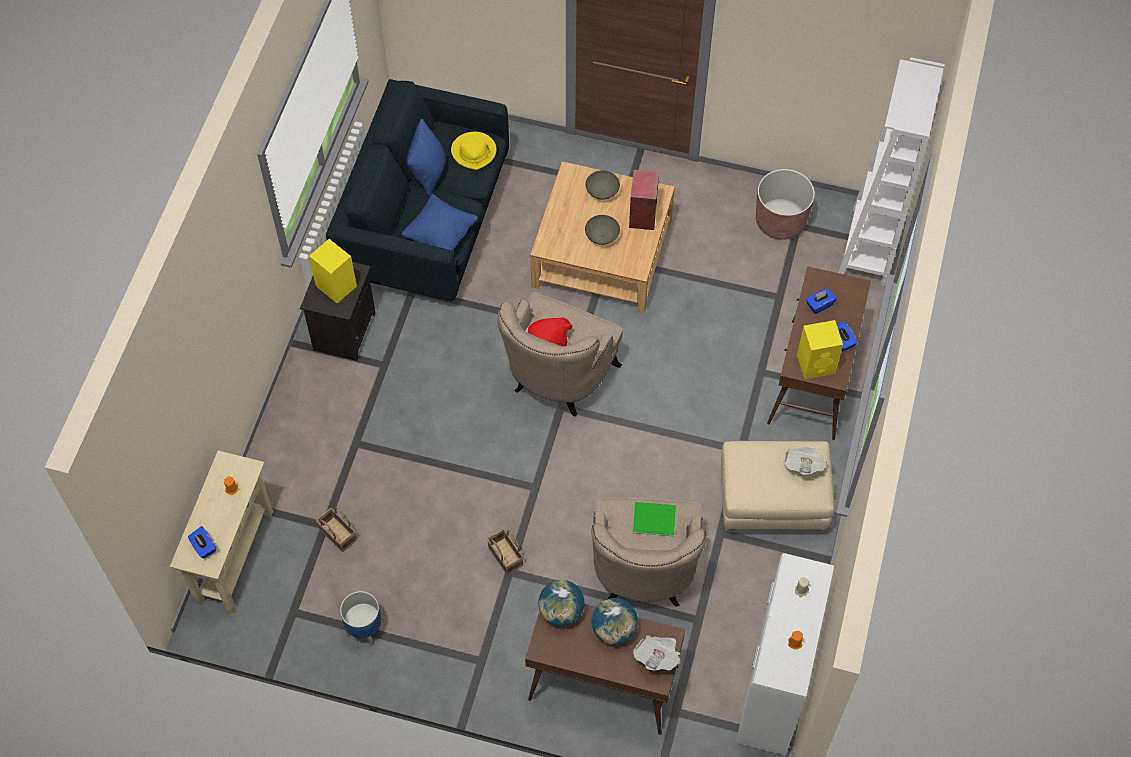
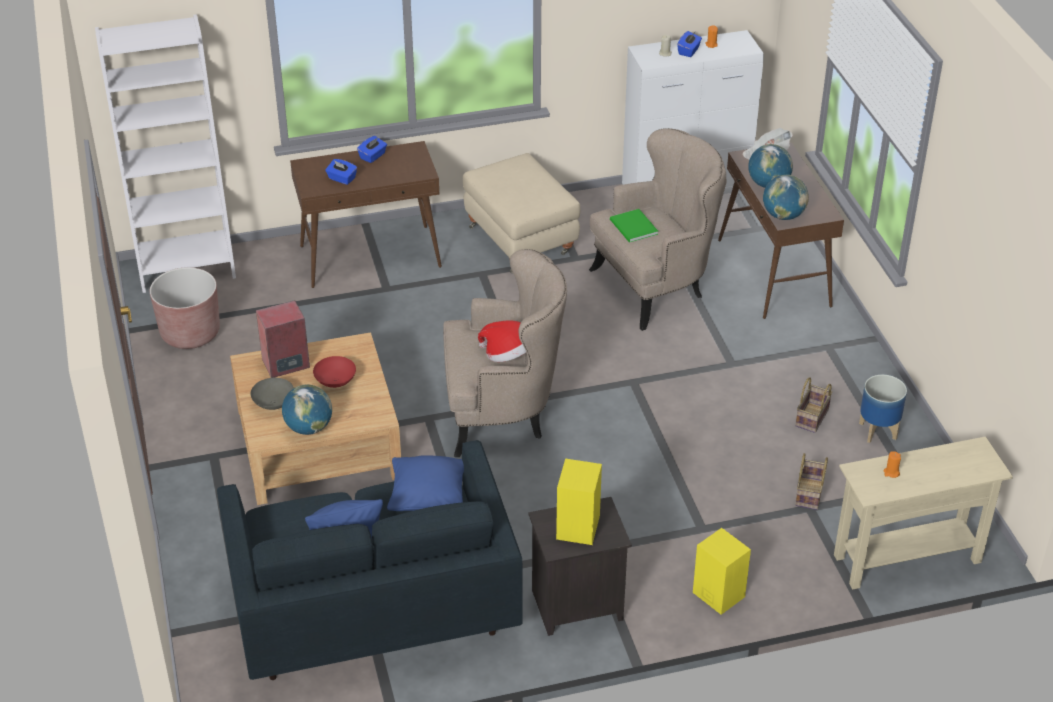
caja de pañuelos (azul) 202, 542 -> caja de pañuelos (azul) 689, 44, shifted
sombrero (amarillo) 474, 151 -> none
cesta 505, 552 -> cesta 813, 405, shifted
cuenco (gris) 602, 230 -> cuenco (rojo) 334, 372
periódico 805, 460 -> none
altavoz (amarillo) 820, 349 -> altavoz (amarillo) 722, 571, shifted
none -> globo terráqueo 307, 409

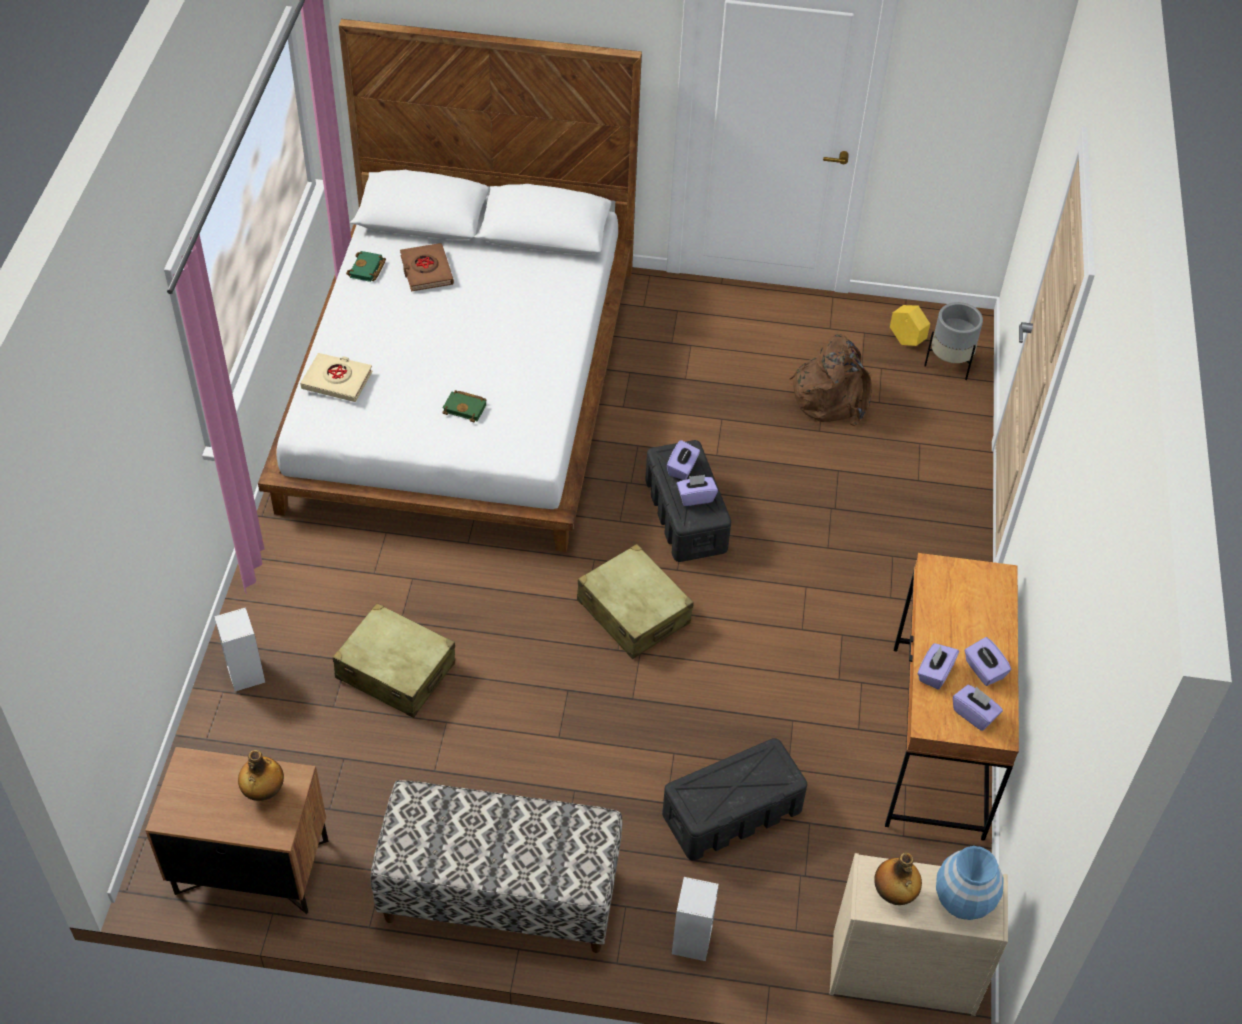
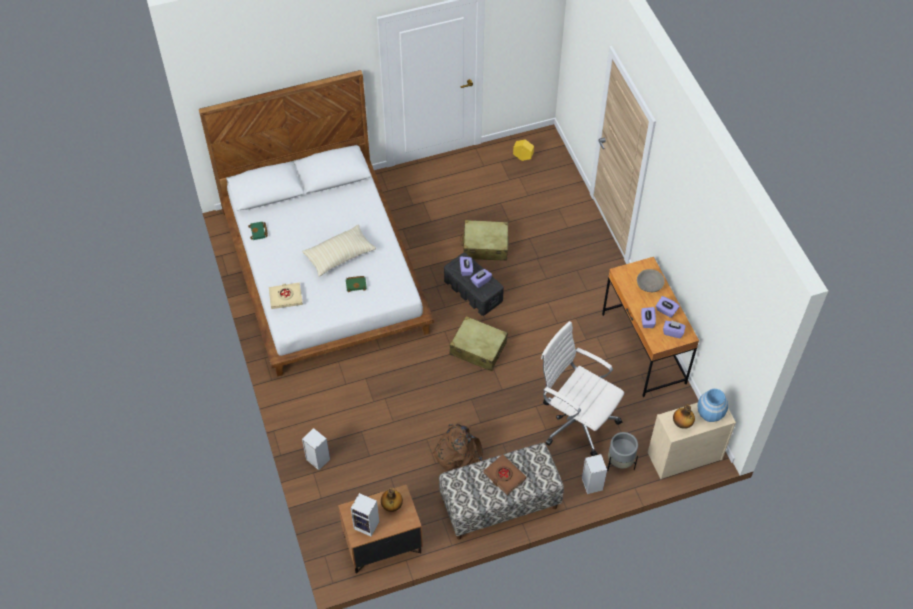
maleta (beis) 394, 660 -> maleta (beis) 484, 240, shifted
libro (marrón) 427, 267 -> libro (marrón) 505, 474, shifted
caja de almacenaje (negro) 734, 799 -> silla de oficina (blanco) 582, 388
mochila (marrón) 831, 380 -> mochila (marrón) 457, 447, shifted
maceta (gris) 953, 341 -> maceta (gris) 622, 451, shifted
none -> cojín (beis) 339, 251
none -> altavoz 365, 515
none -> cuenco (gris) 651, 280

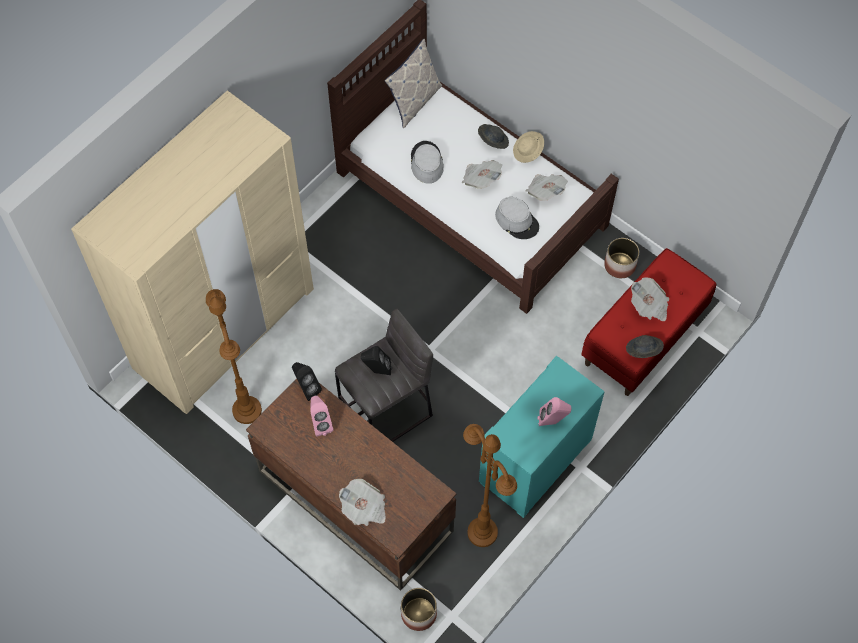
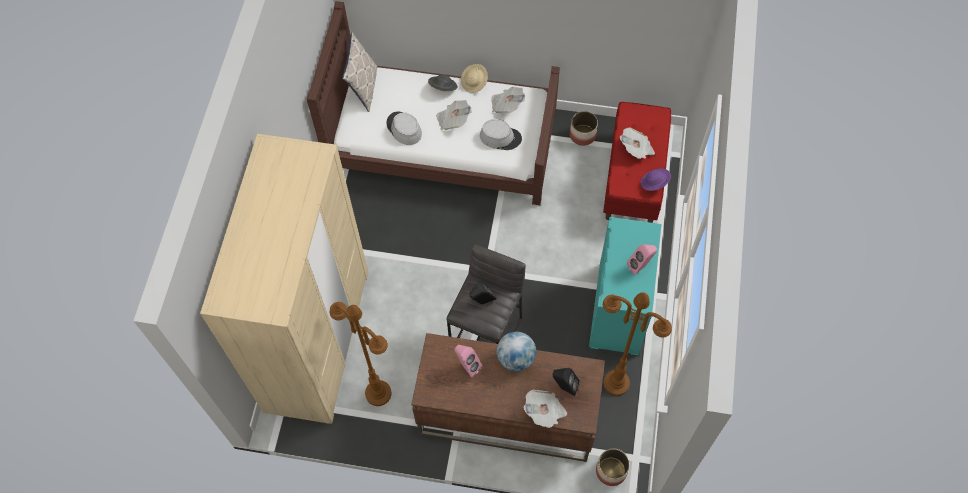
altavoz (negro) 307, 381 -> altavoz (negro) 566, 382, shifted
sombrero (gris) 645, 346 -> sombrero (morado) 656, 179
none -> globo terráqueo 516, 351

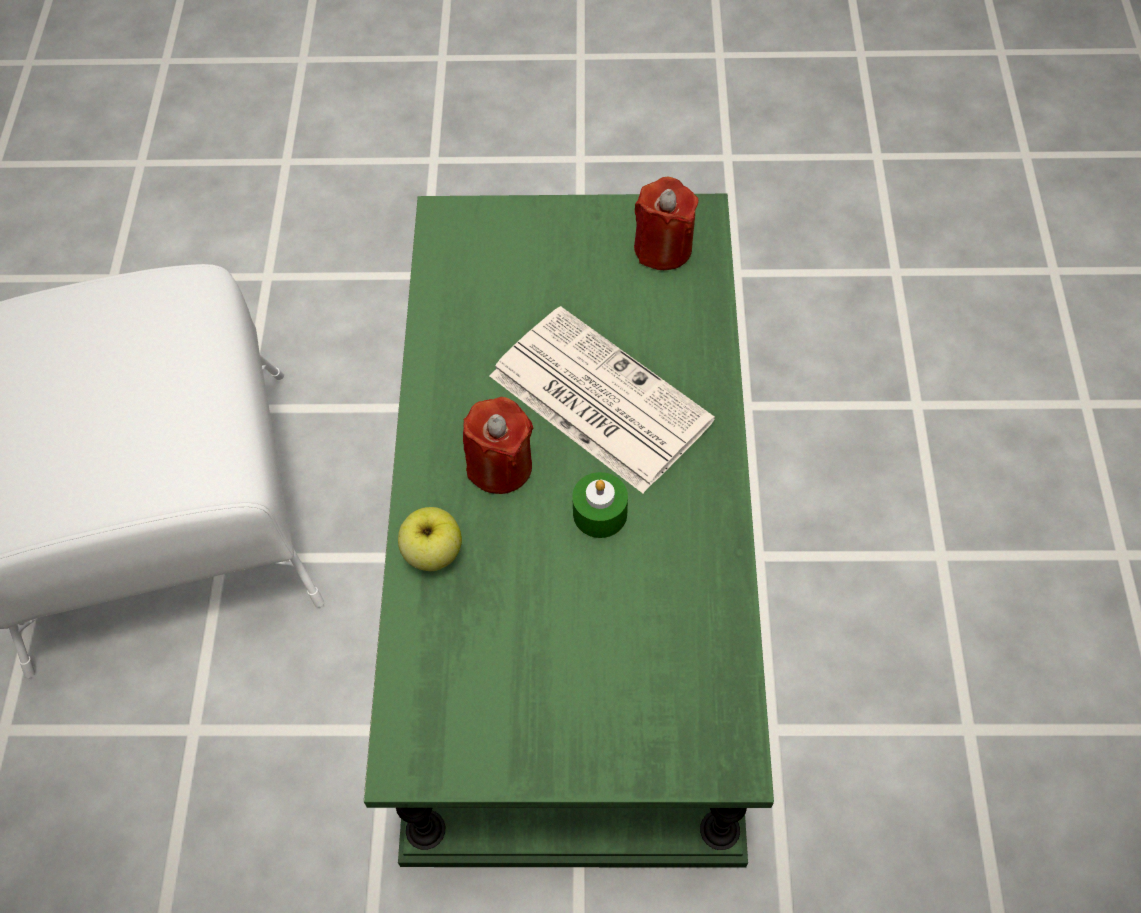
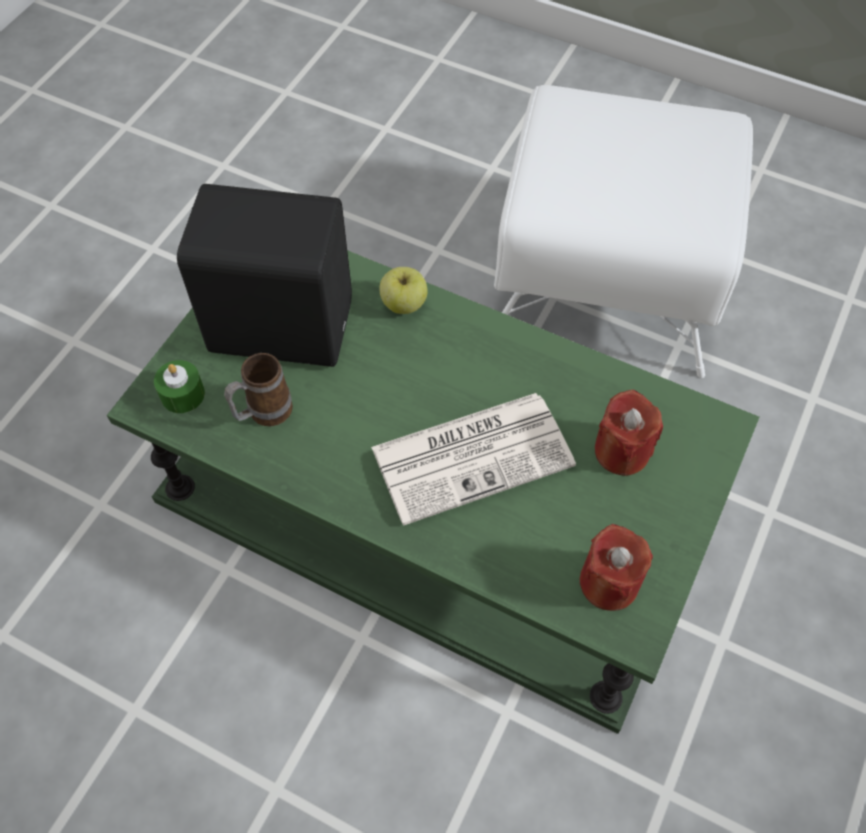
vela (rojo) 498, 445 -> vela (rojo) 629, 432, shifted
vela (verde) 600, 505 -> vela (verde) 179, 386, shifted
none -> altavoz (negro) 264, 275
none -> taza grande 258, 389

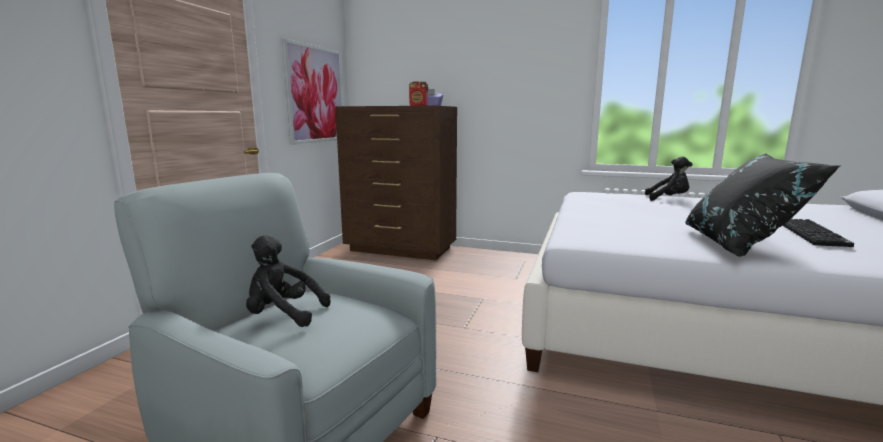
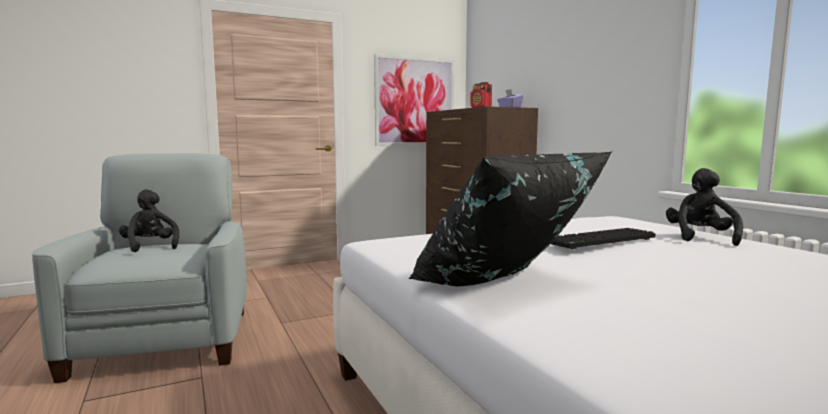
peluche (negro) 669, 179 -> peluche (negro) 704, 207, 135 degrees counterclockwise
teclado 818, 233 -> teclado 603, 238, shifted

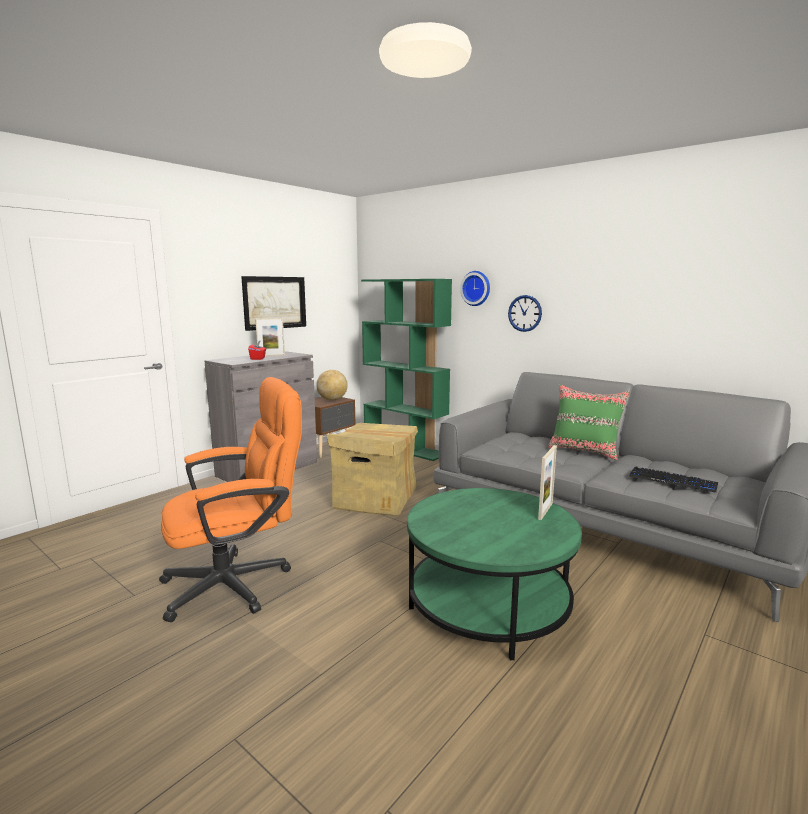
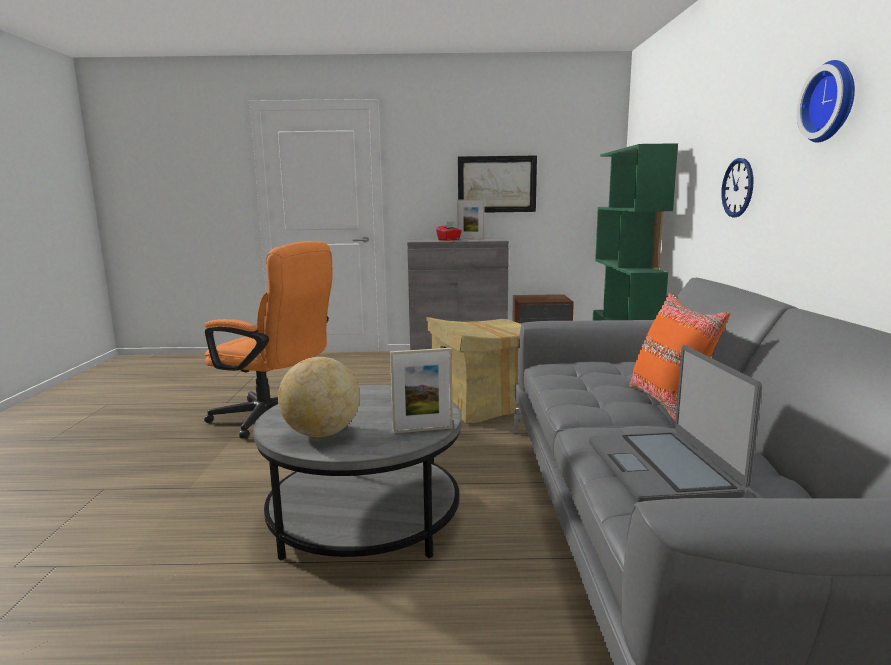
globo terráqueo 332, 385 -> globo terráqueo 319, 397, shifted
mesa de centro (verde) 494, 574 -> mesa de centro (gris) 357, 472
reloj de pared 475, 288 -> reloj de pared 826, 101, shifted
cojín (verde) 589, 422 -> cojín (naranja) 679, 357
teclado 673, 479 -> portátil 675, 423

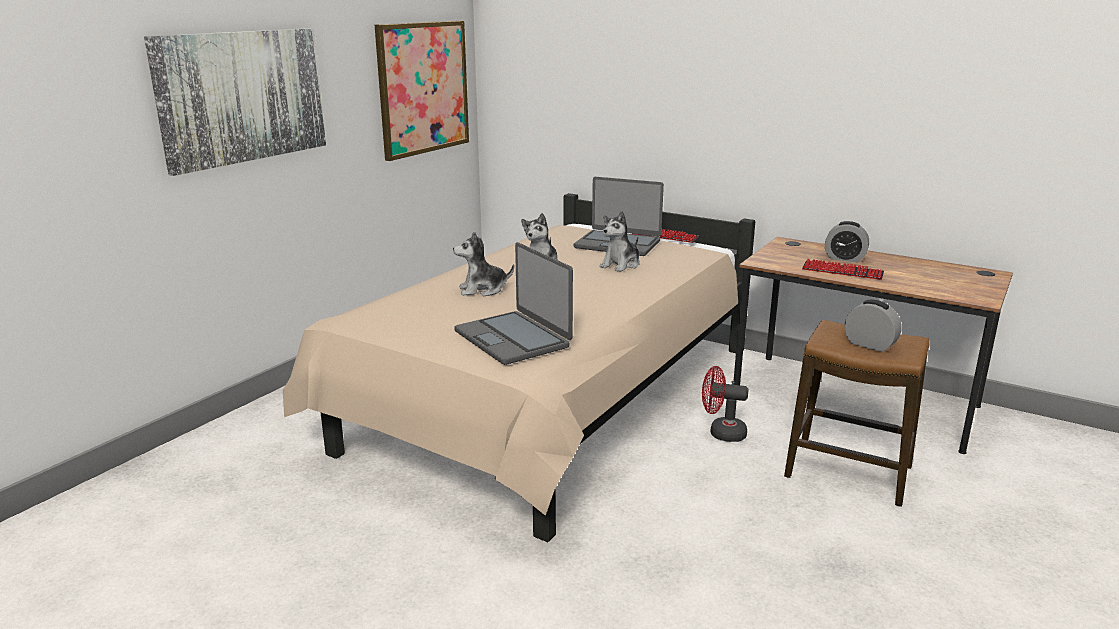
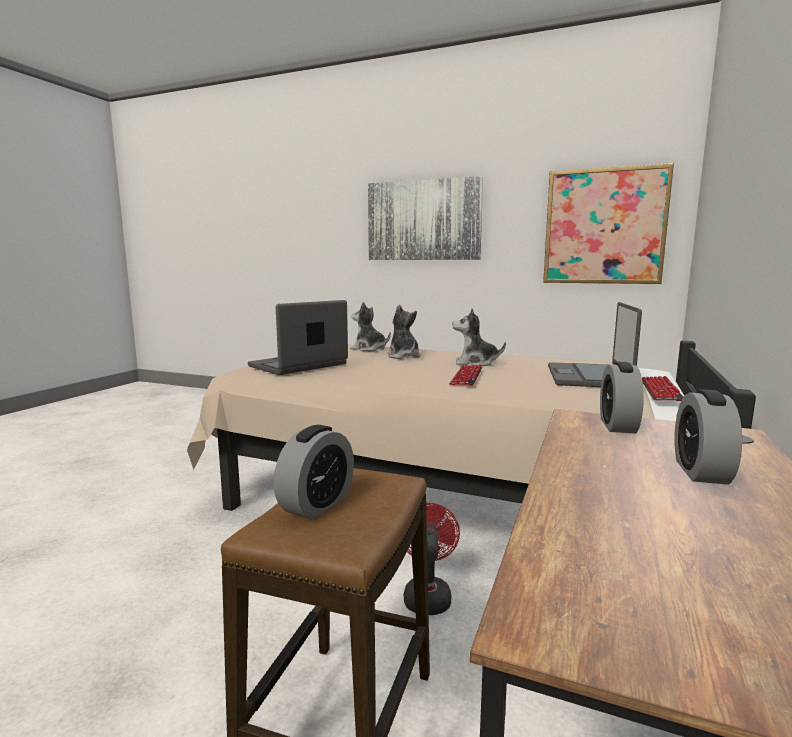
peluche 619, 241 -> peluche 370, 326, shifted
teclado 843, 269 -> teclado 465, 374, shifted
none -> despertador 622, 398

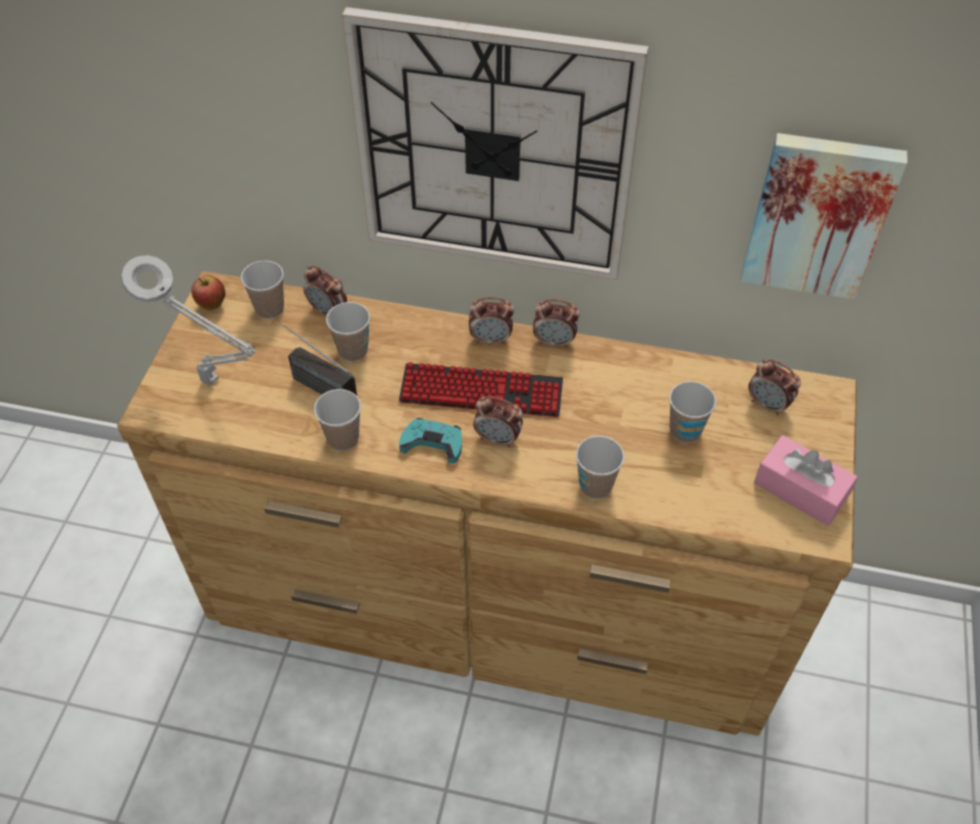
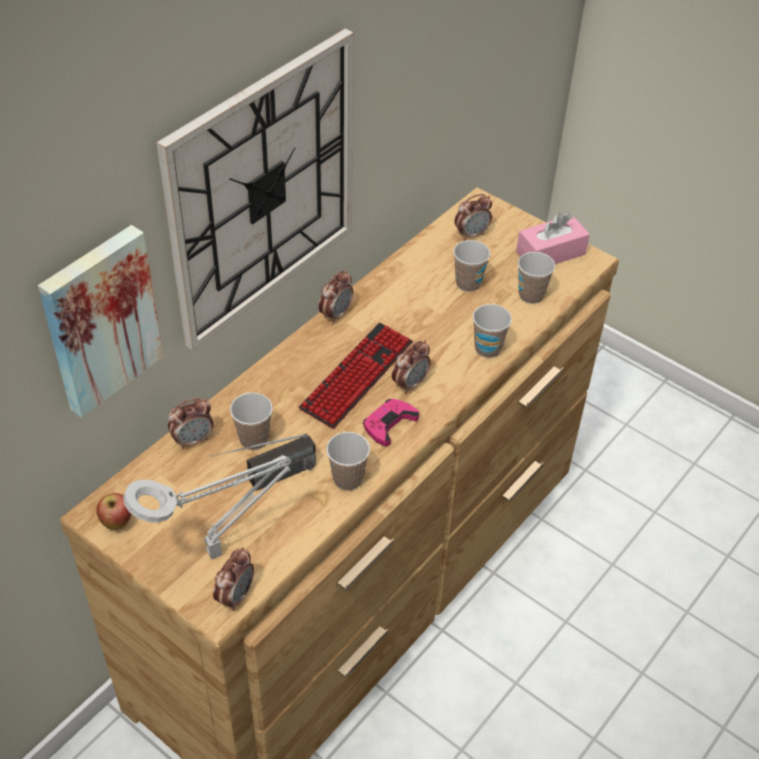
taza 262, 289 -> taza 536, 278, shifted
mando de consola (turquesa) 430, 440 -> mando de consola (rosa) 391, 422
despertador 491, 320 -> despertador 233, 579, shifted
cuadro 823, 216 -> cuadro 101, 321, shifted

